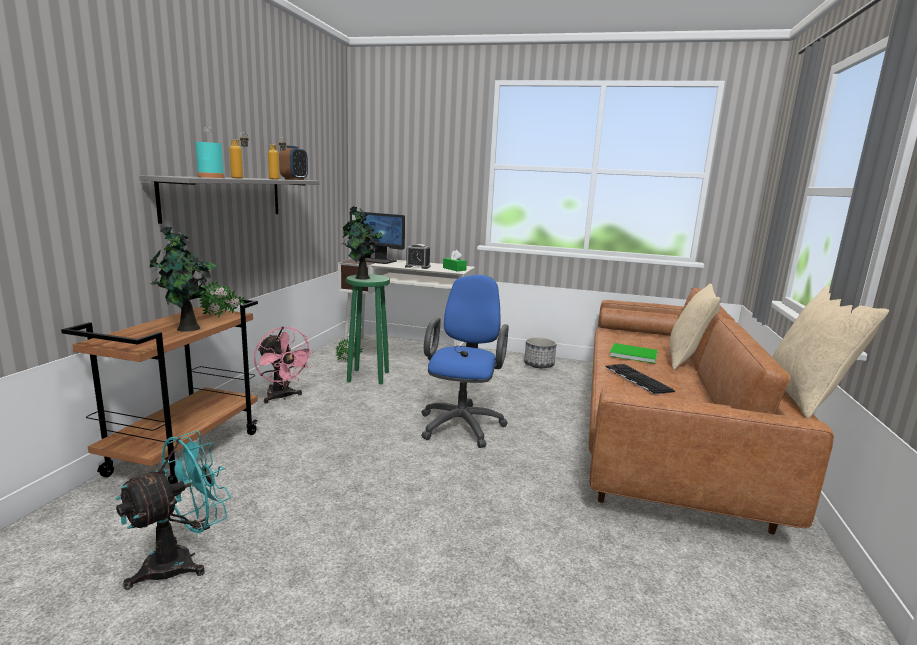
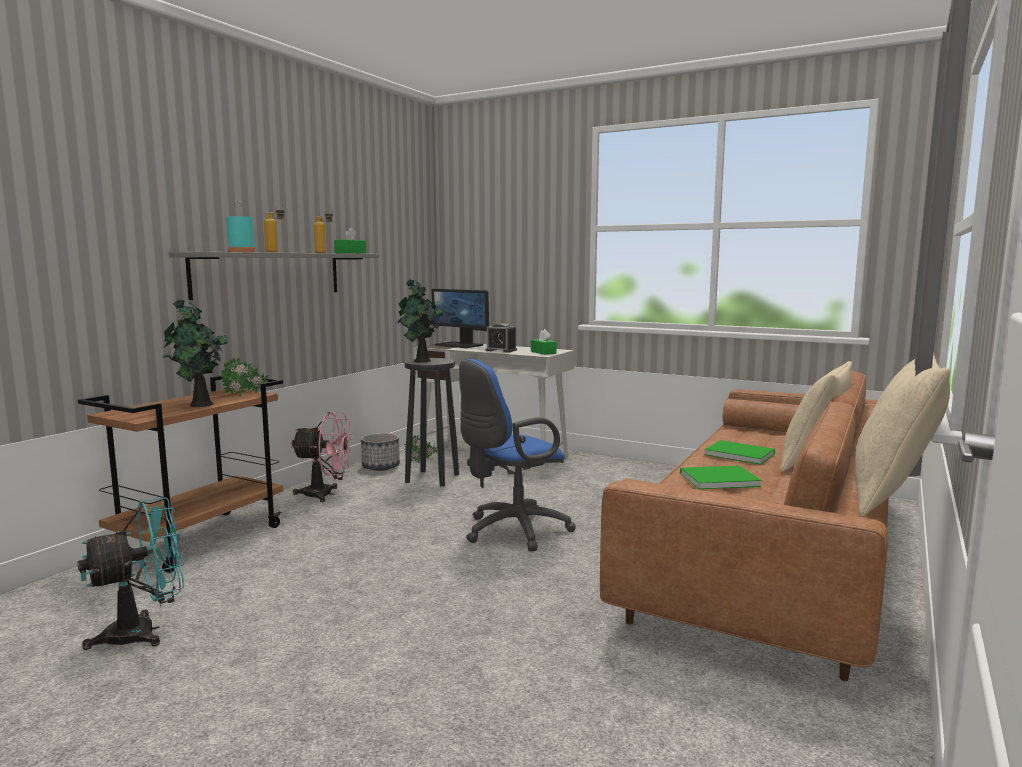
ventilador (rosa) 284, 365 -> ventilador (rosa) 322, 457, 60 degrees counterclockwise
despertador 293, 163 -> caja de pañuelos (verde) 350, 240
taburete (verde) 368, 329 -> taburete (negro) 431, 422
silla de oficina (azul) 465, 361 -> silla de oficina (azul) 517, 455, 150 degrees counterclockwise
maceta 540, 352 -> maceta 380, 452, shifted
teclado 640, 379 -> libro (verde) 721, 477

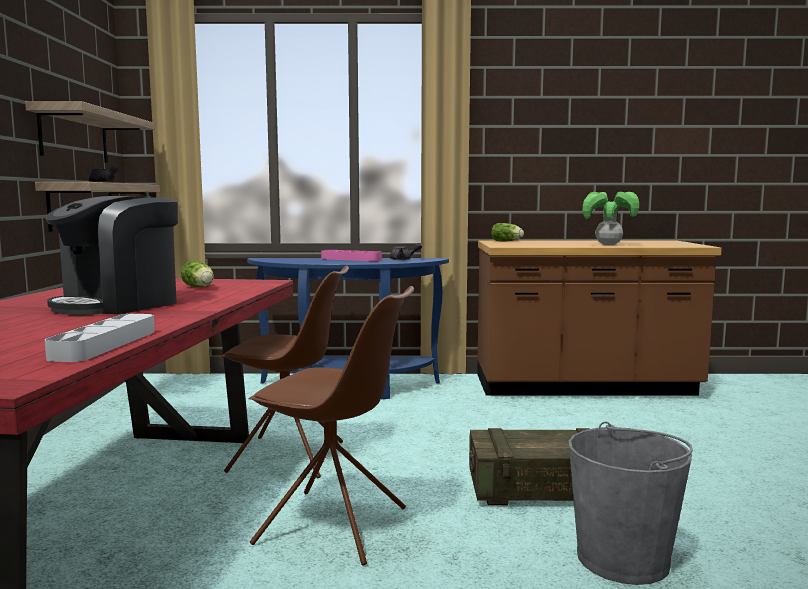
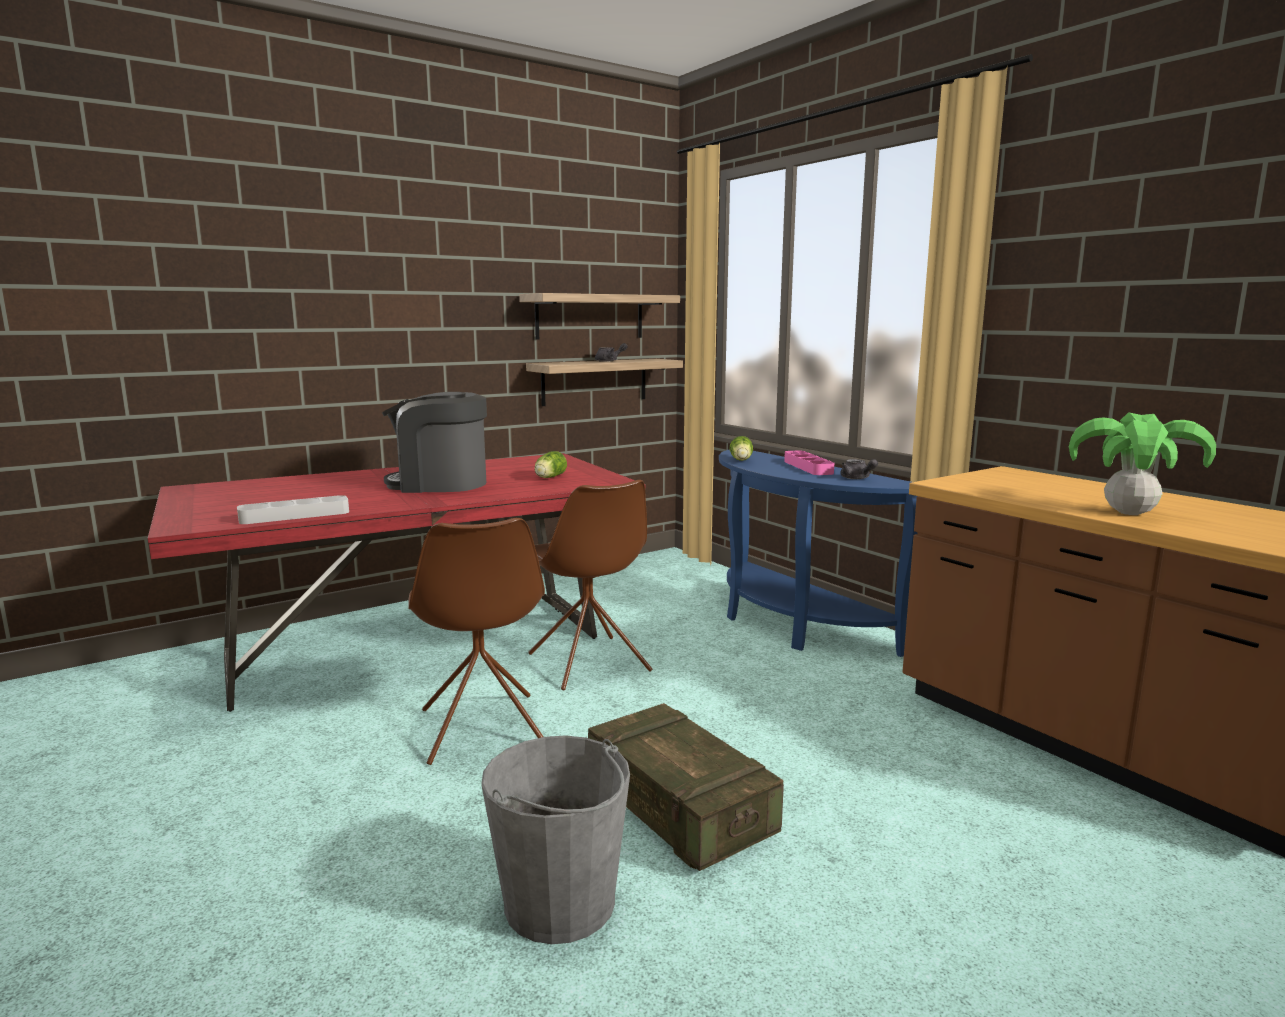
lechuga 507, 232 -> lechuga 741, 448, shifted

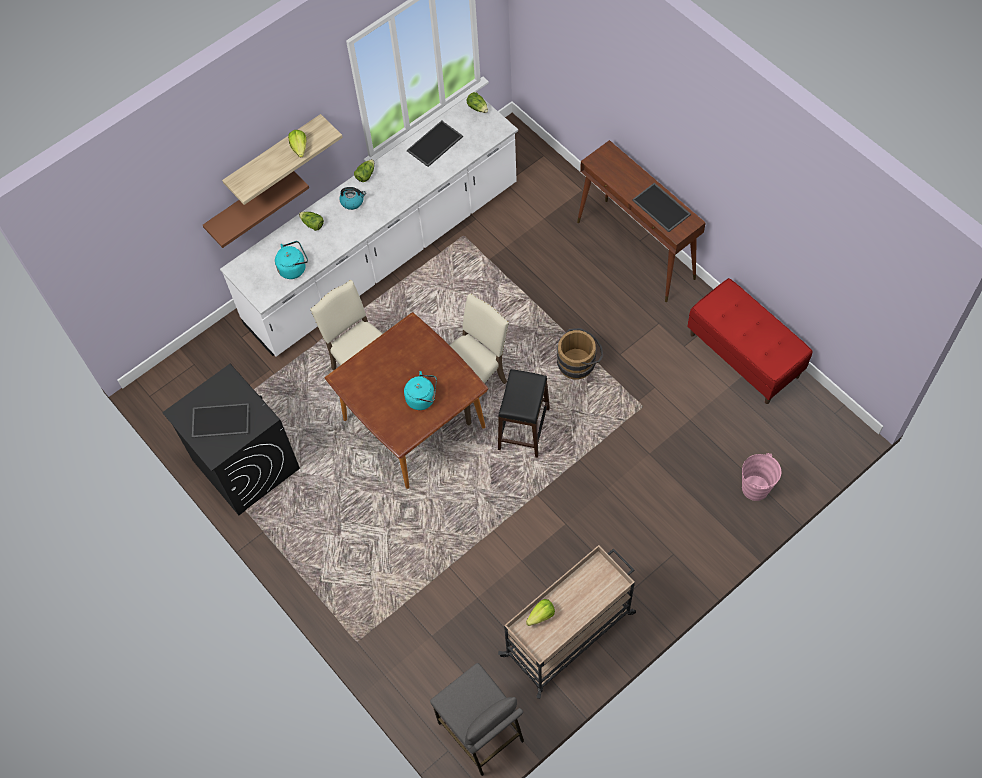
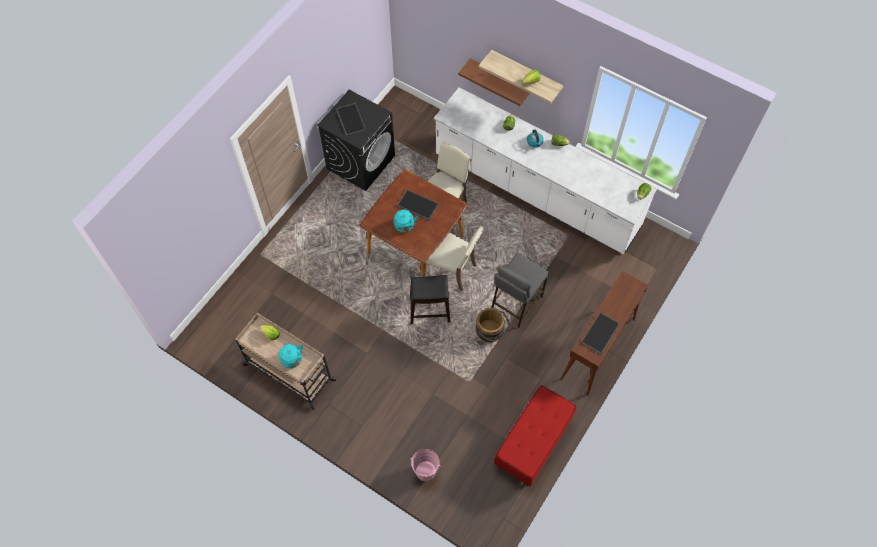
hervidor (turquesa) 291, 260 -> hervidor (turquesa) 291, 356, shifted
bandeja 435, 144 -> bandeja 418, 205, shifted
taburete (gris) 477, 719 -> taburete (gris) 520, 290, shifted

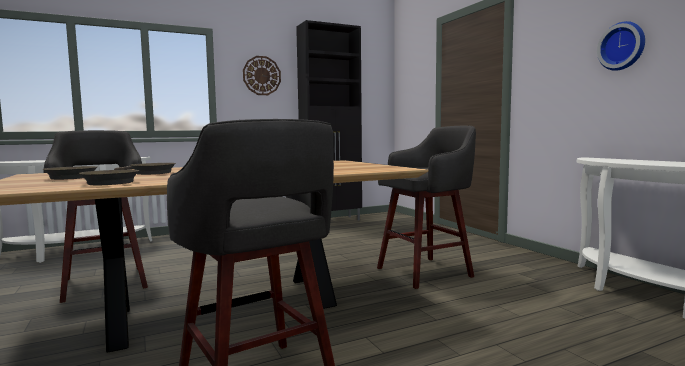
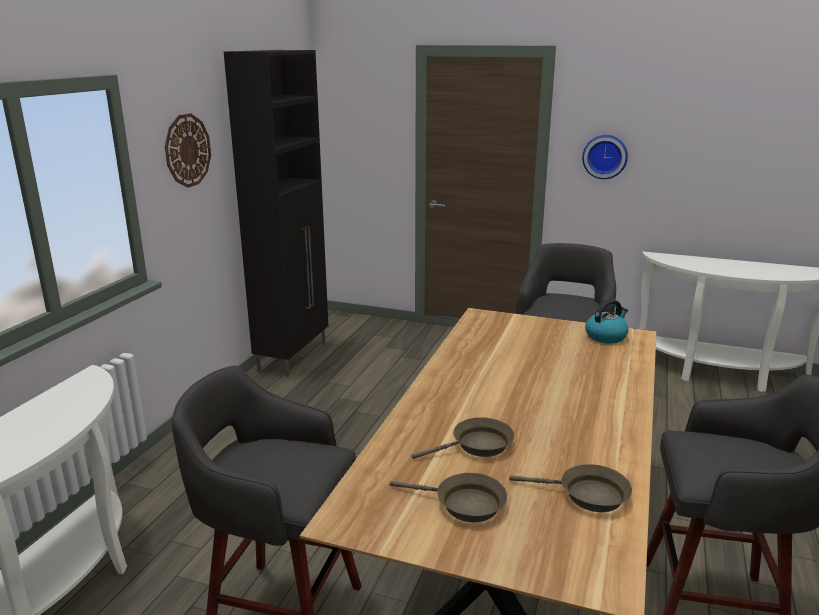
reloj de pared 621, 46 -> reloj de pared 605, 157, shifted
none -> hervidor 607, 321

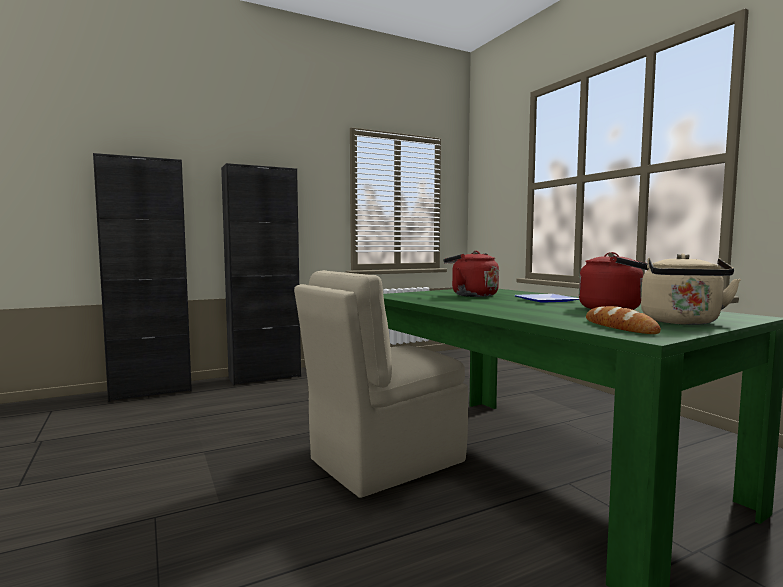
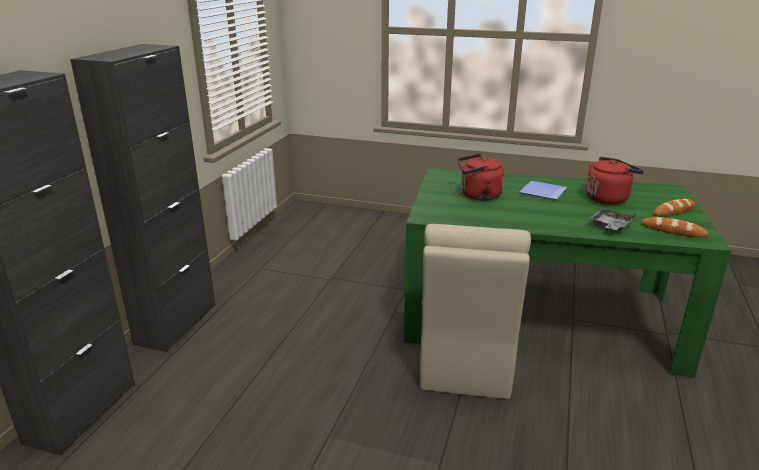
hervidor (beis) 691, 289 -> pan 674, 207
none -> bandeja (gris) 612, 219

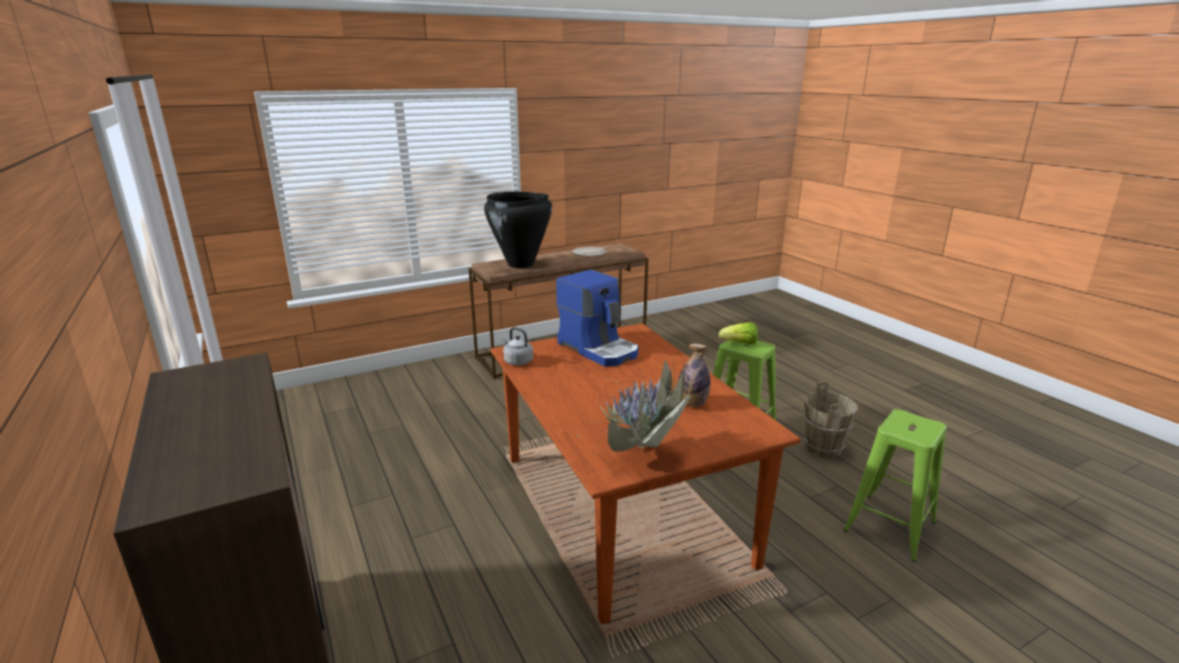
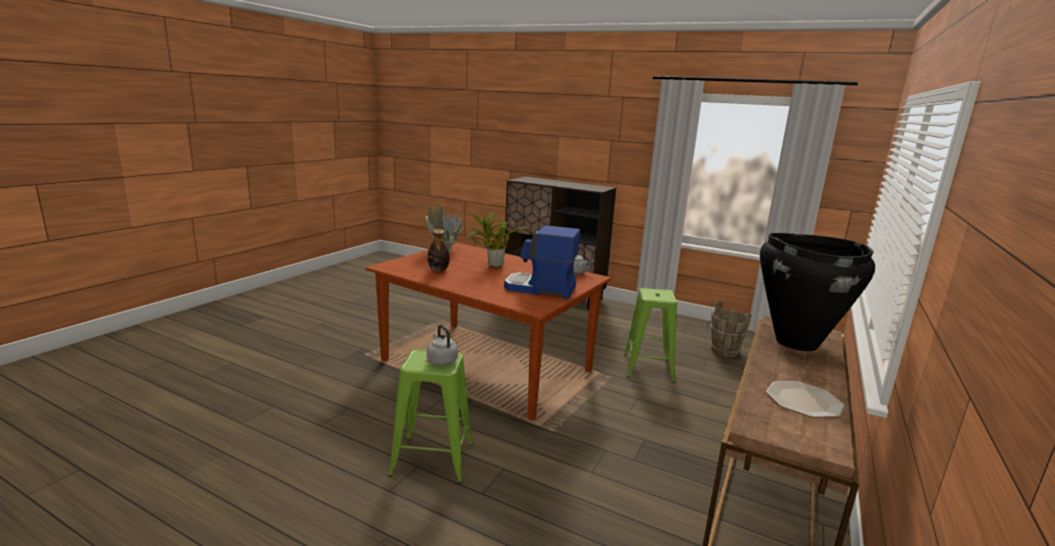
lechuga 738, 333 -> hervidor (gris) 442, 345
cubo (marrón) 830, 419 -> cubo (marrón) 731, 329, shifted
taburete (verde) 895, 485 -> taburete (verde) 650, 335, shifted
none -> planta en maceta 497, 239

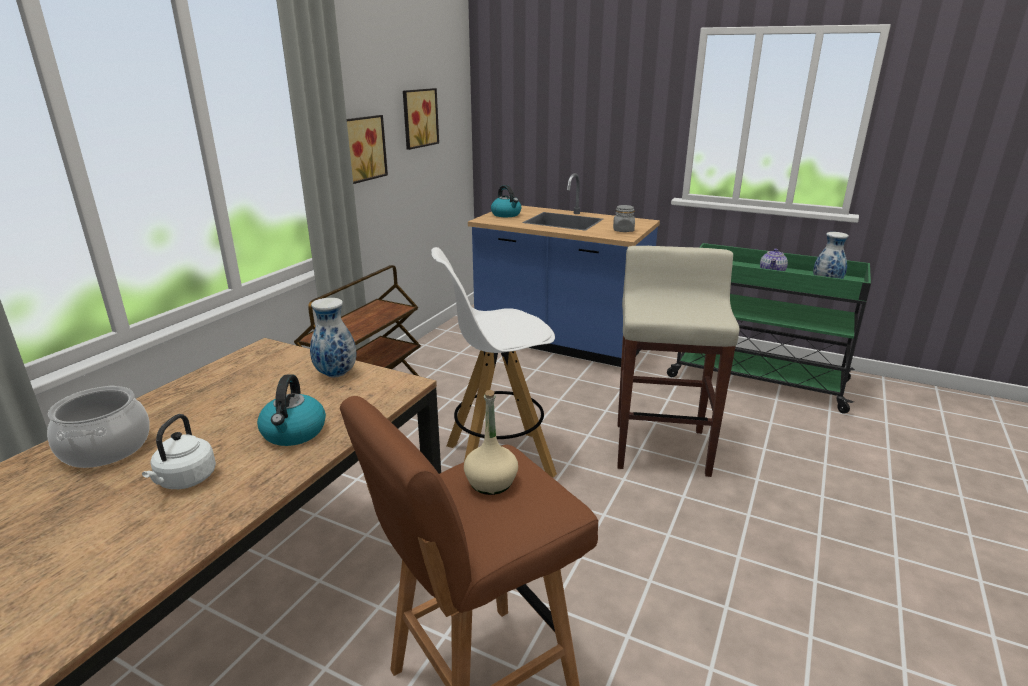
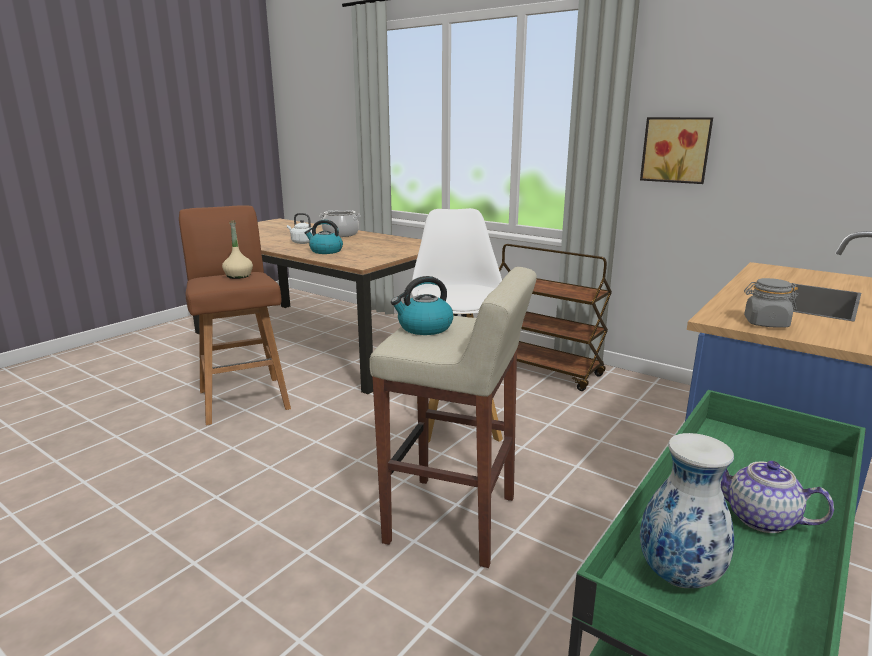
florero 333, 337 -> none
cuadro 421, 119 -> none
hervidor 506, 201 -> hervidor 422, 305, shifted

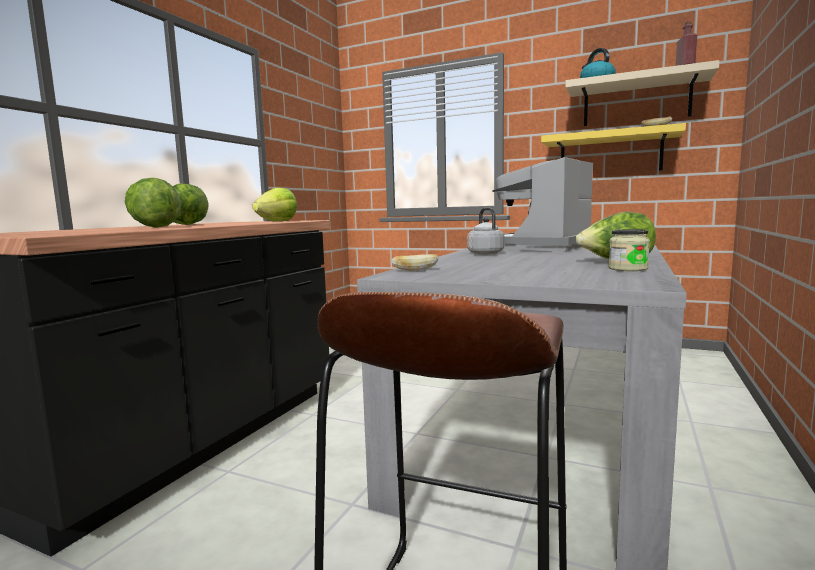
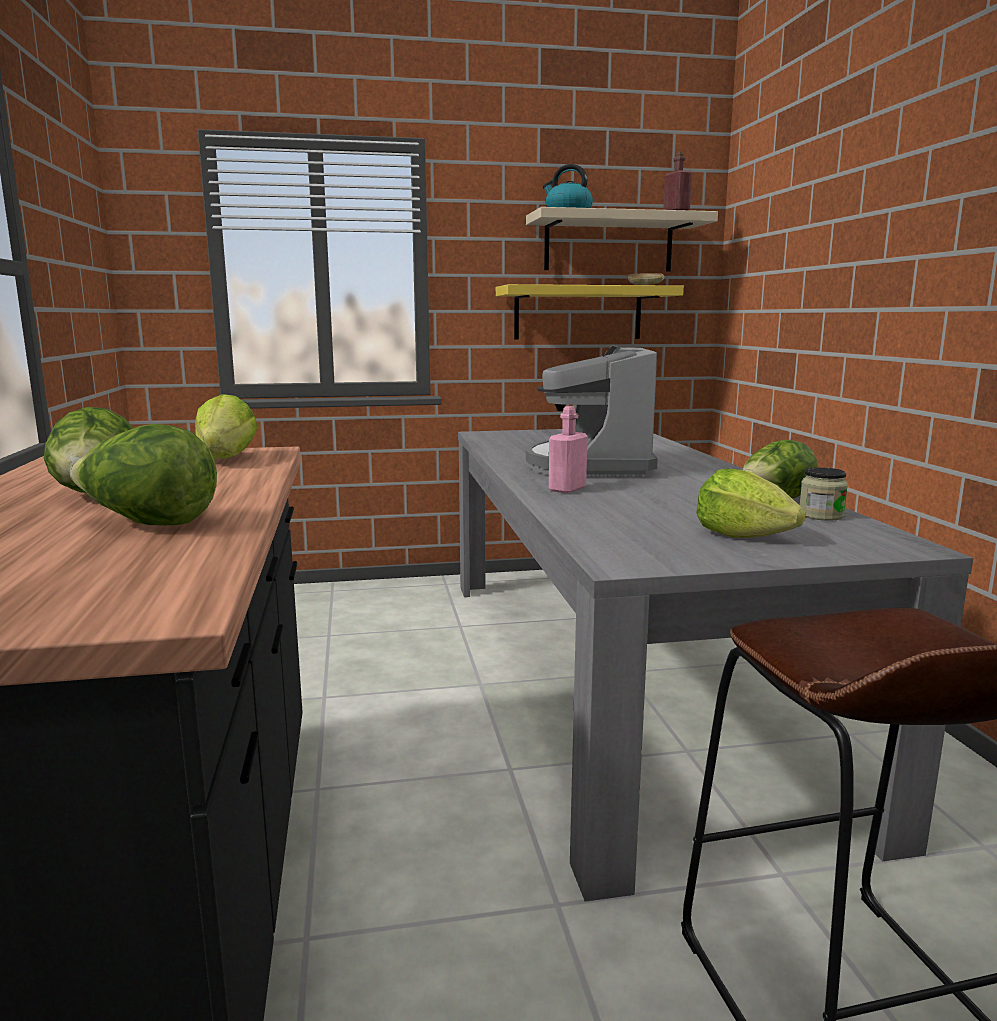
pan 415, 262 -> none
hervidor (gris) 486, 231 -> botella (rosa) 568, 449
none -> lechuga 750, 503

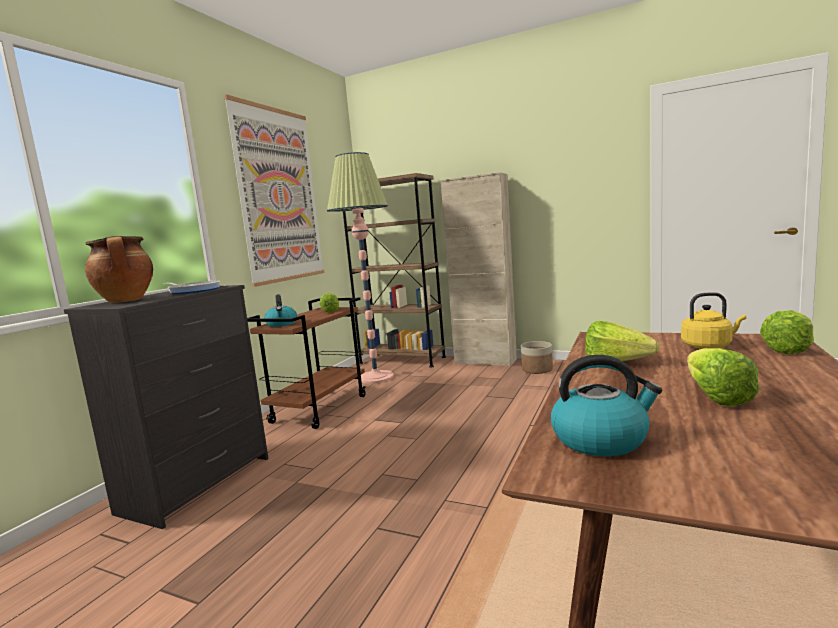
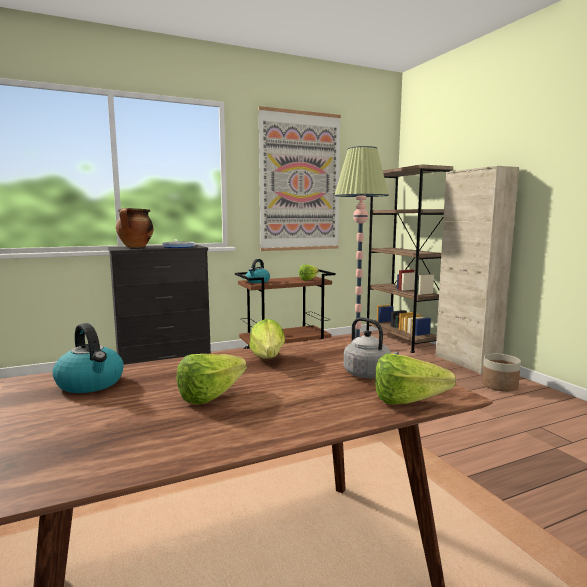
hervidor (amarillo) 713, 320 -> hervidor (gris) 371, 347

